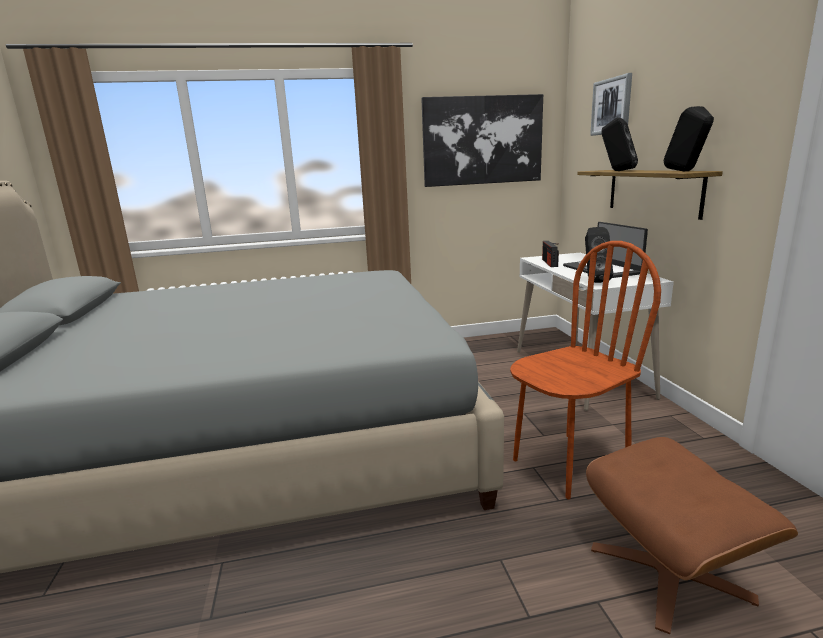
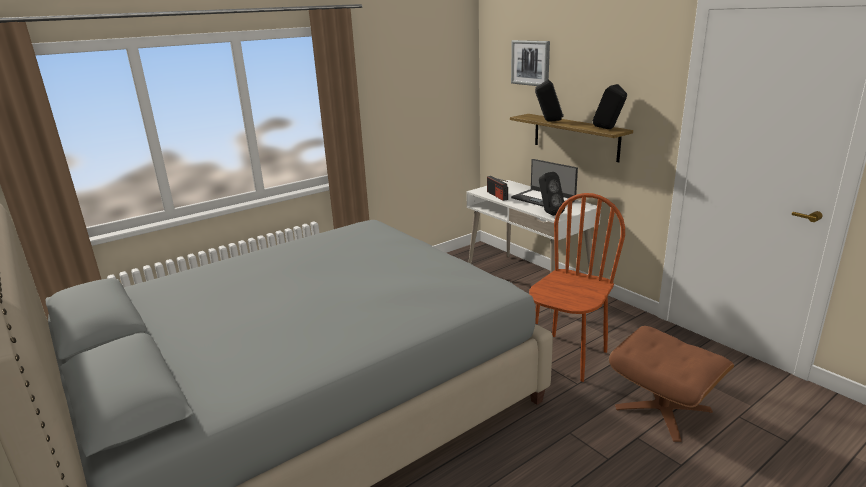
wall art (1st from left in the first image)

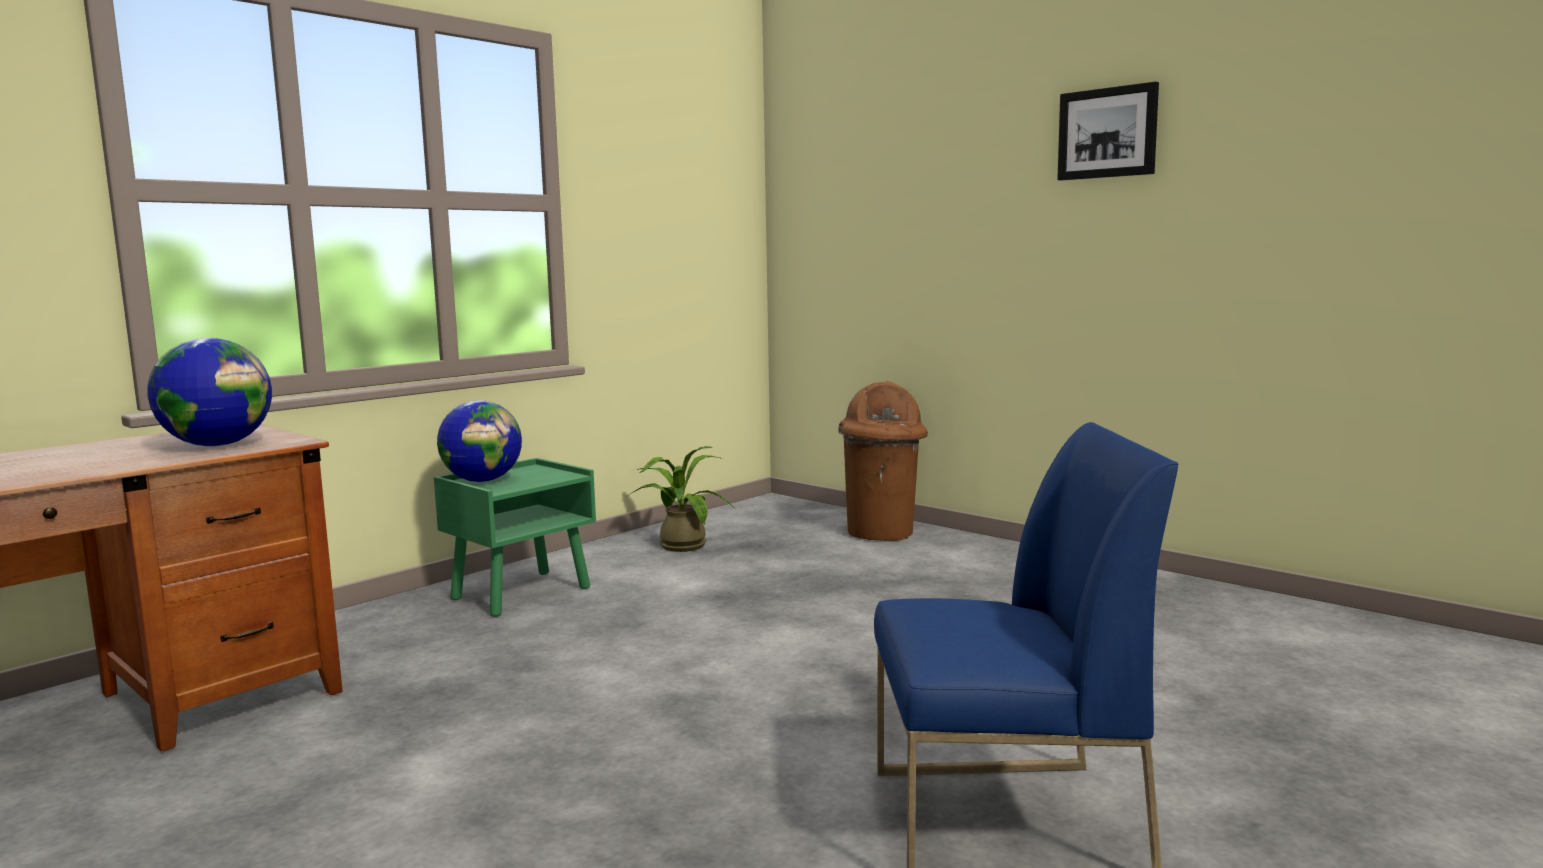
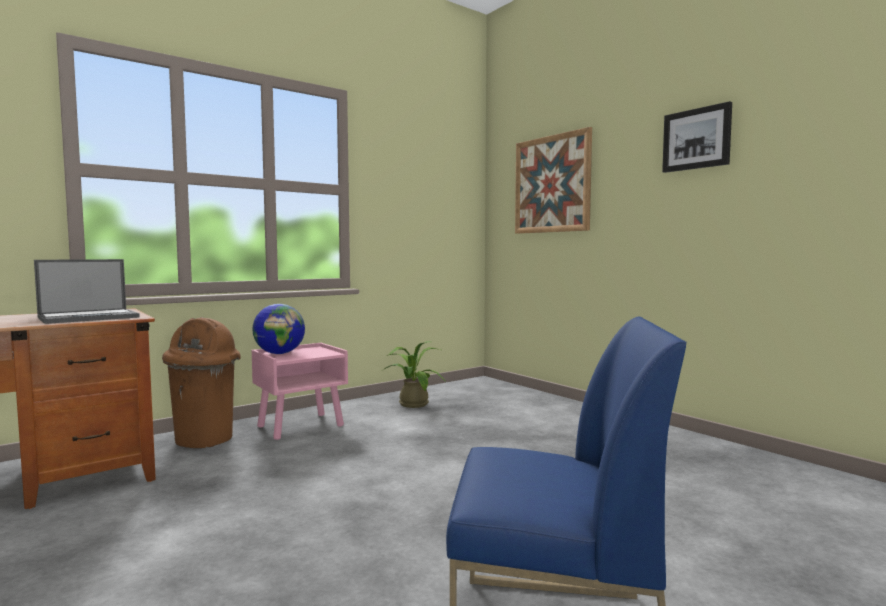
laptop; pink nightstand; brownish rubbish bin; wall art (1st from left)

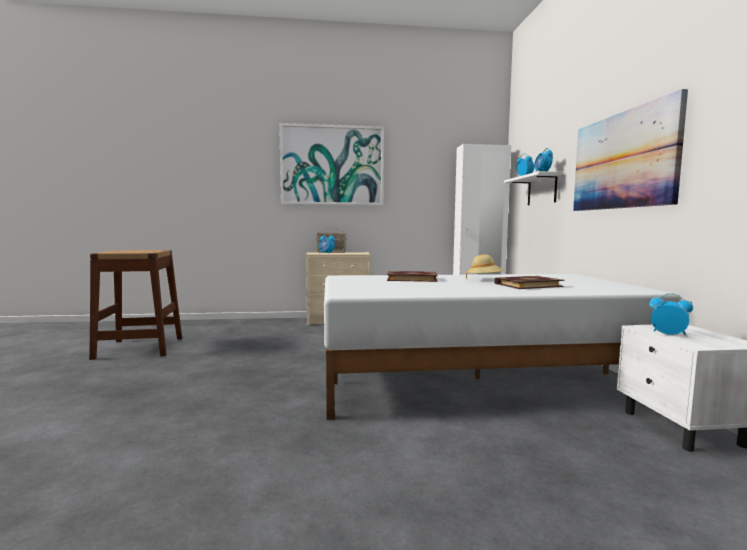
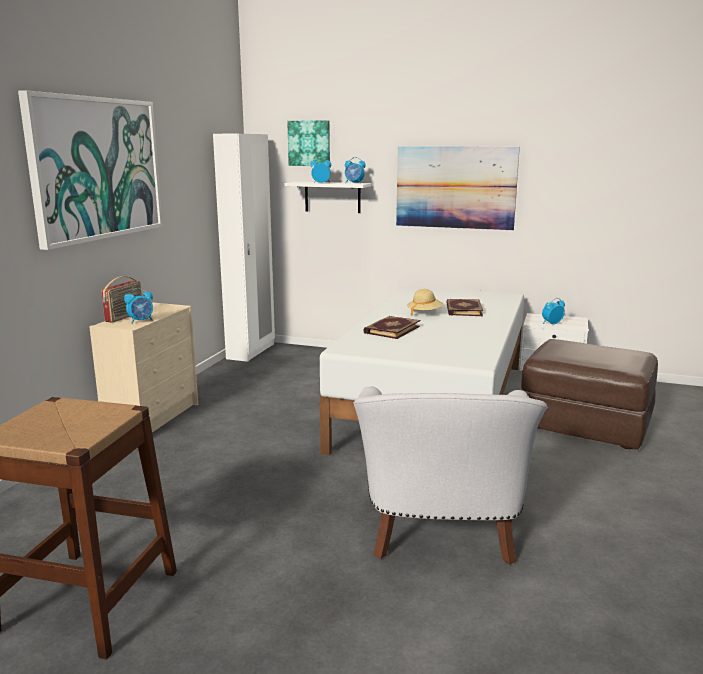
wall art (2nd from left); white armchair; brownish ottoman

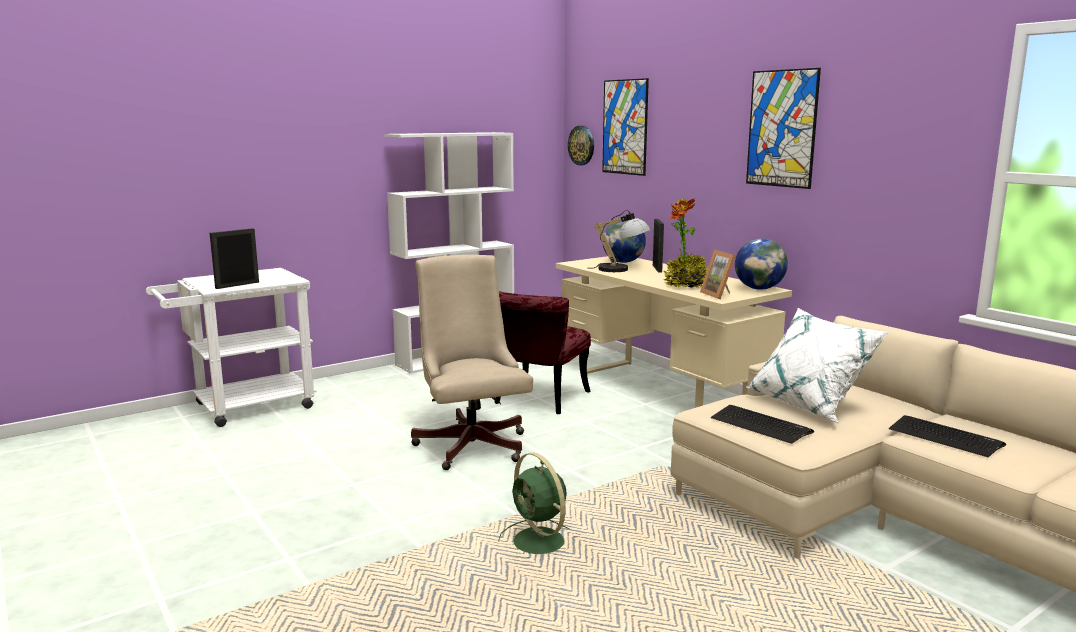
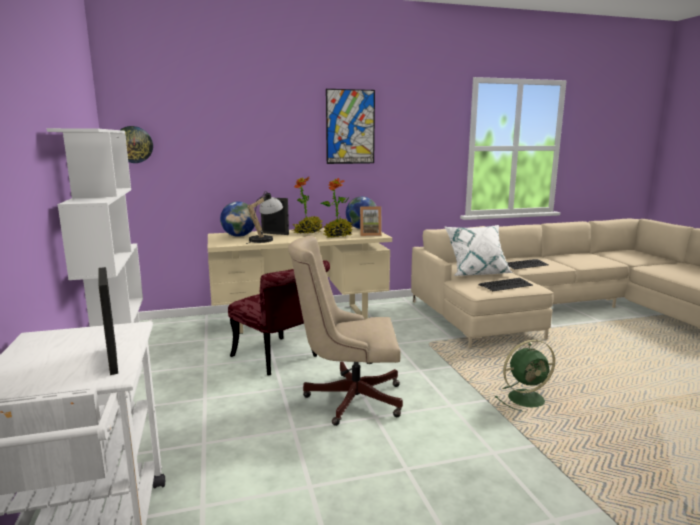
wall art (1st from left in the first image)

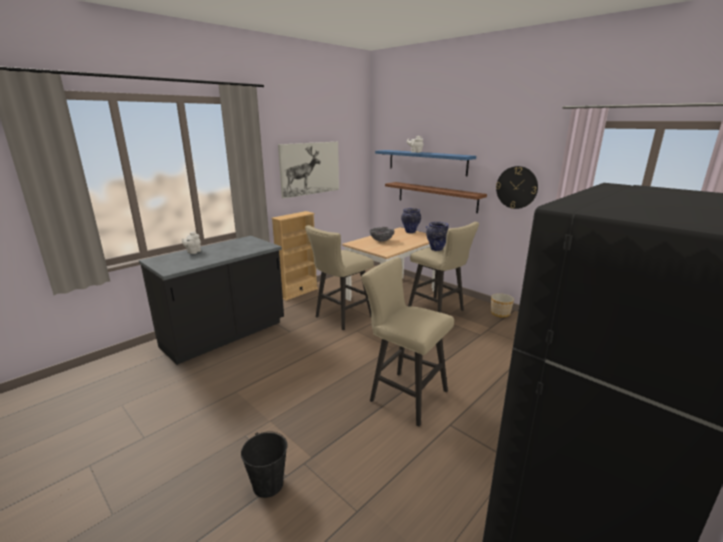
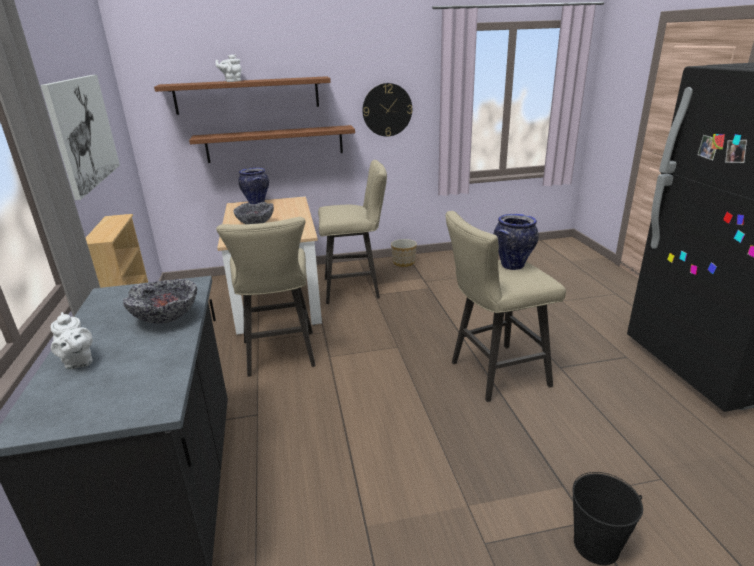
brownish shelf (1st from left); vase (2nd from left); bowl (1st from left)

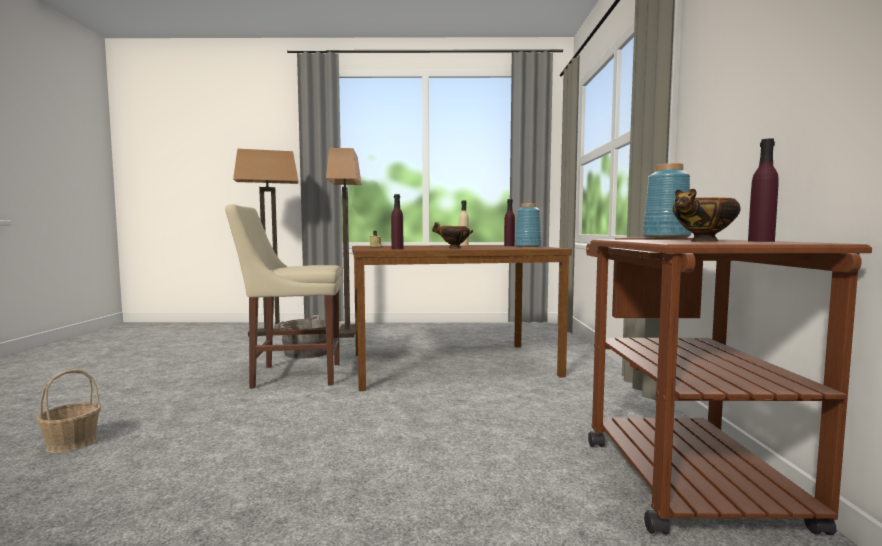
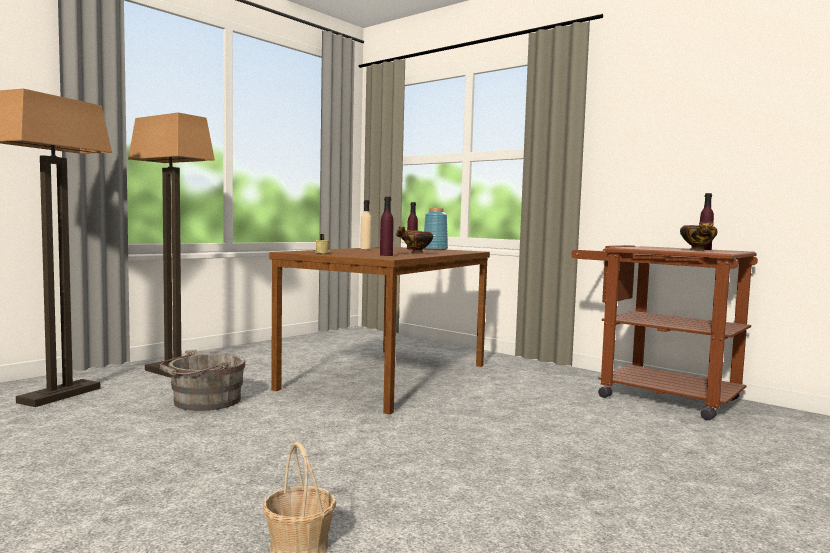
beige-coloured upright chair; blue-coloured vase (2nd from left in the first image)

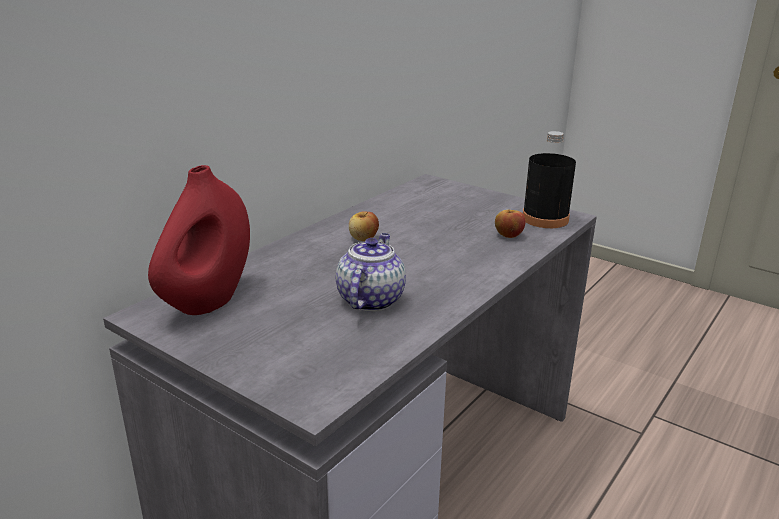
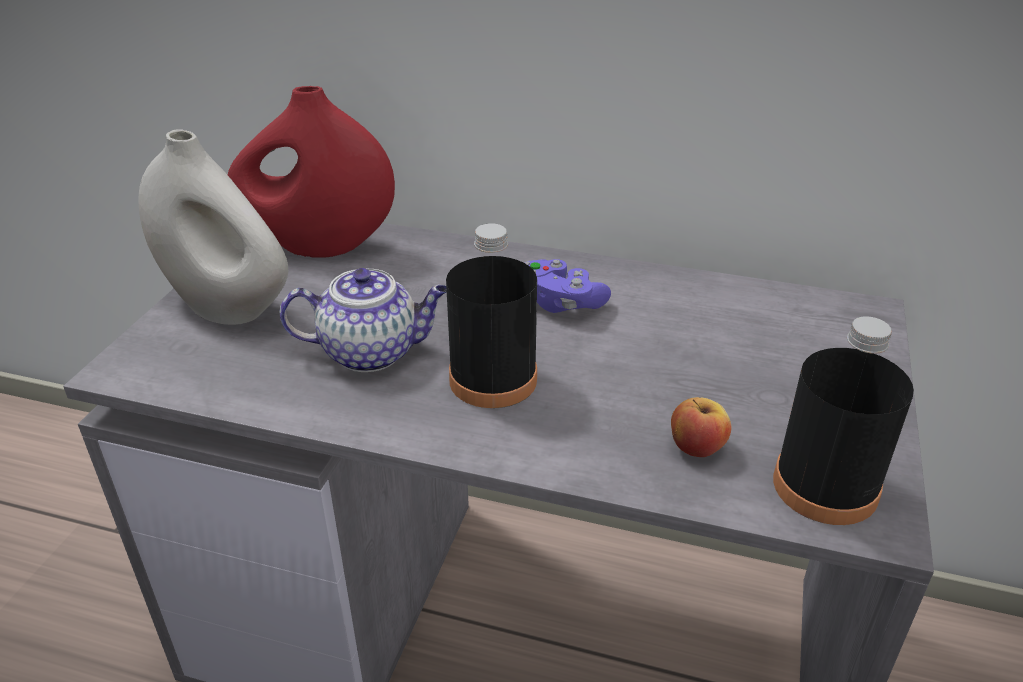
purplish game controller; white vase; black beverage bottle (1st from left)

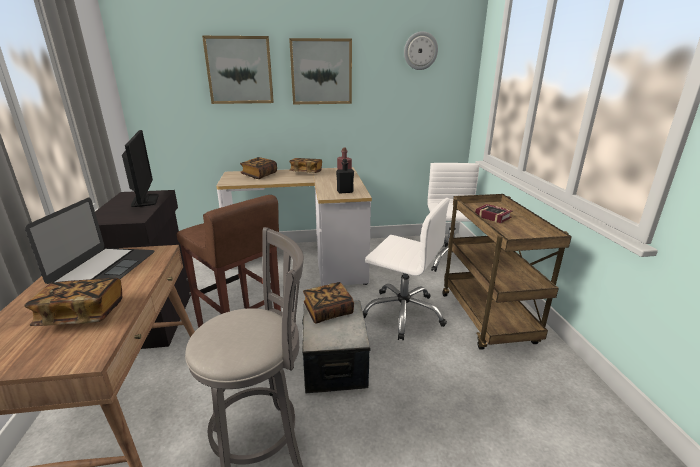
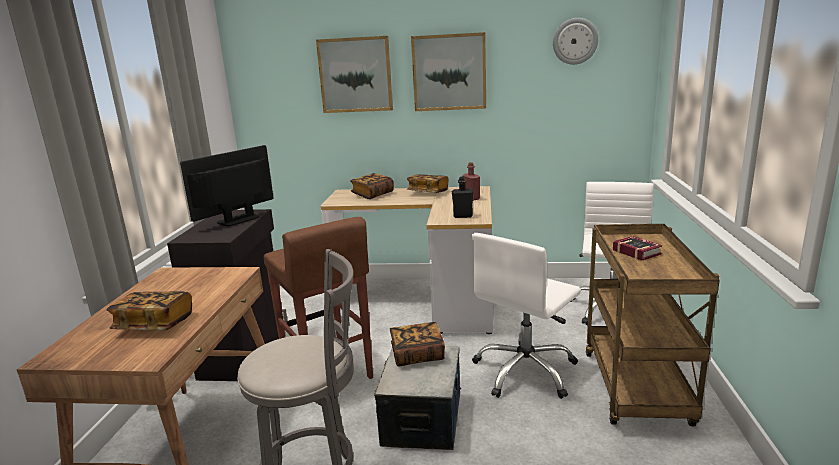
laptop; monitor; white office chair (1st from left)

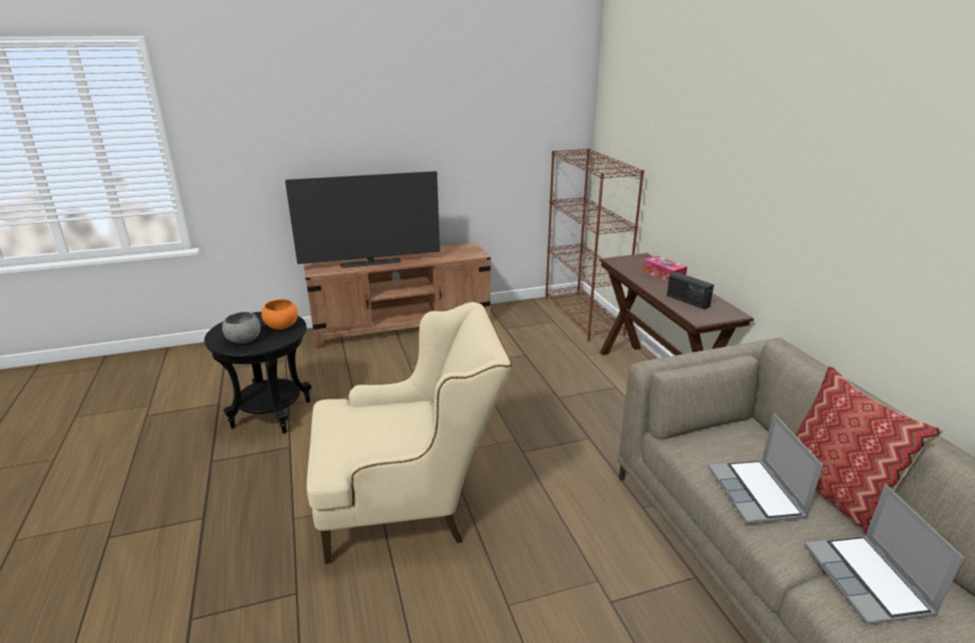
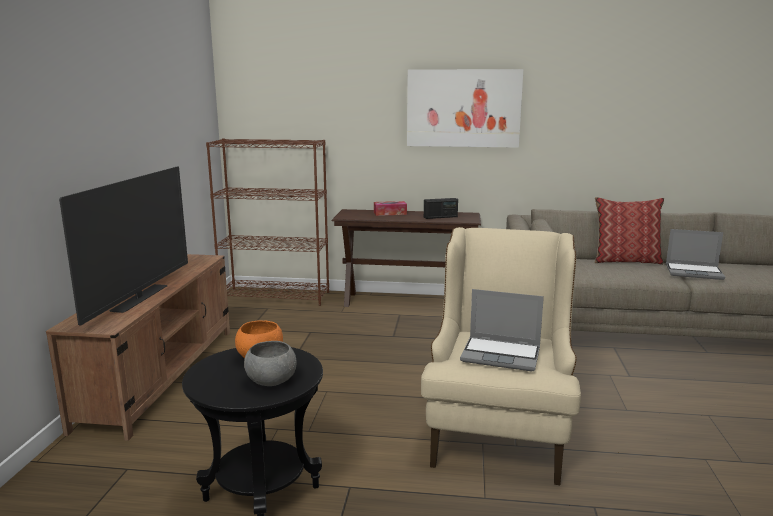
laptop (1st from left); wall art

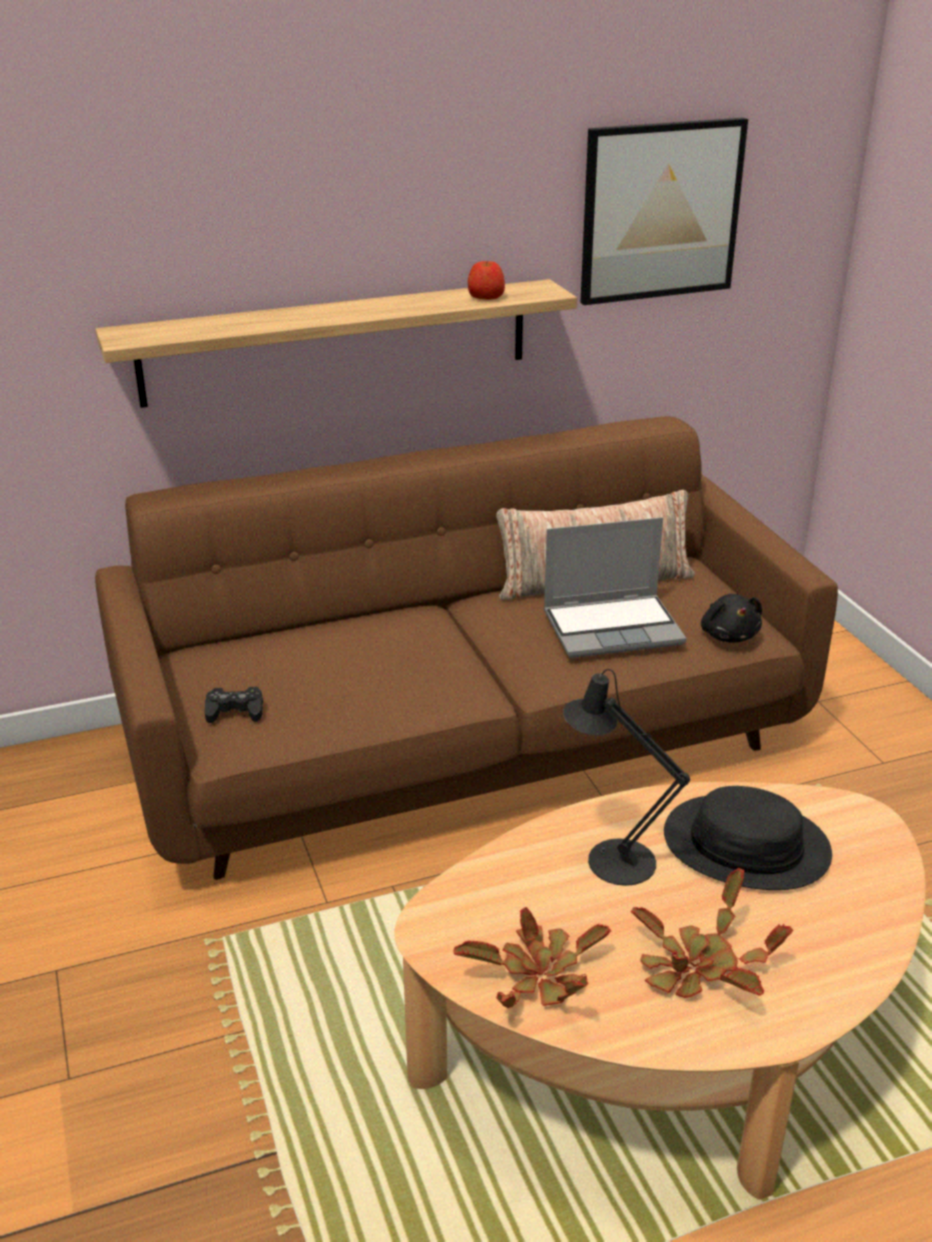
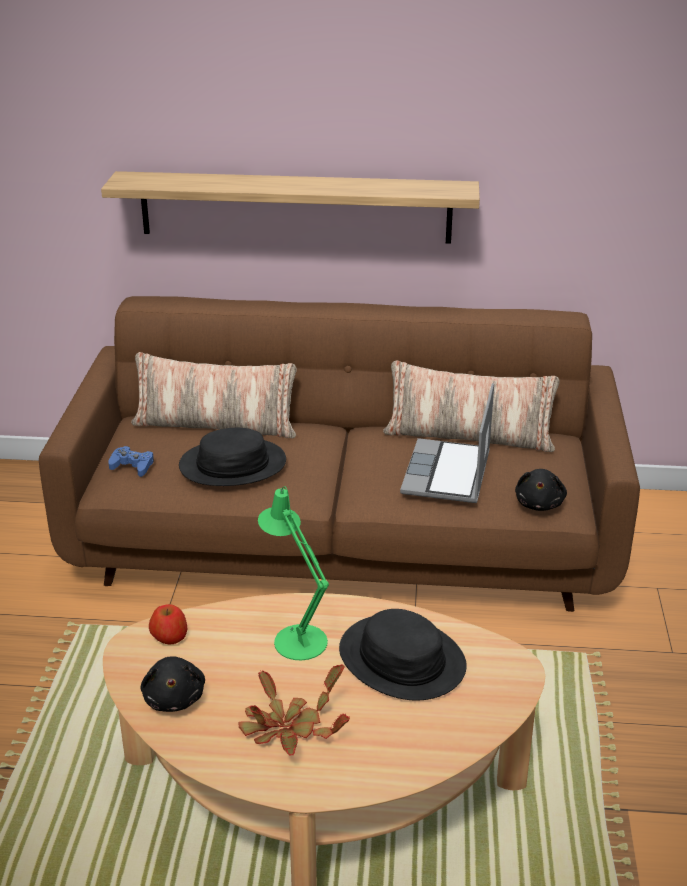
blue-coloured game controller; black cuddly toy (1st from left); apple fruit; laptop; green-coloured lamp for a table; wall art; cushion (1st from left); black wearable hat (1st from left)

